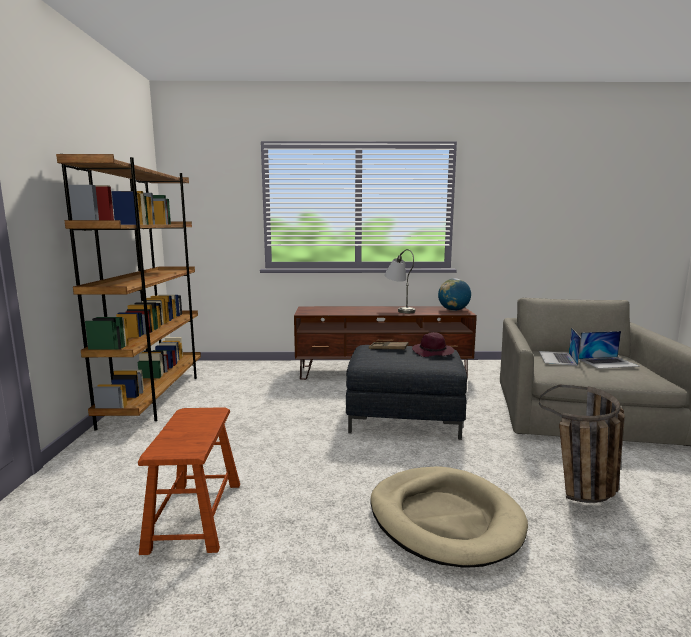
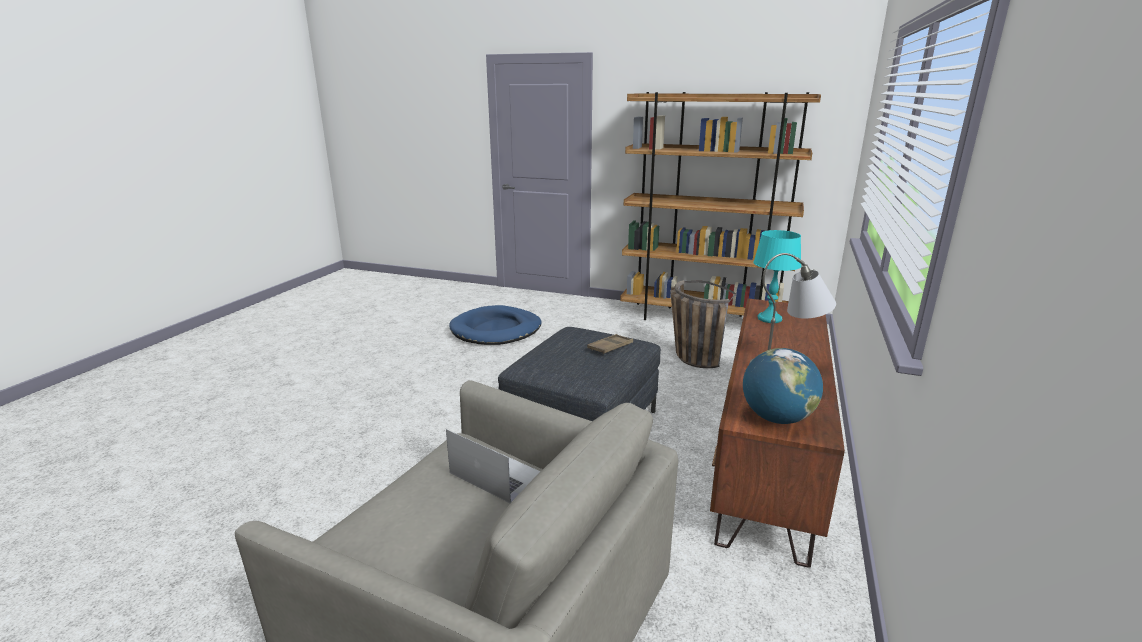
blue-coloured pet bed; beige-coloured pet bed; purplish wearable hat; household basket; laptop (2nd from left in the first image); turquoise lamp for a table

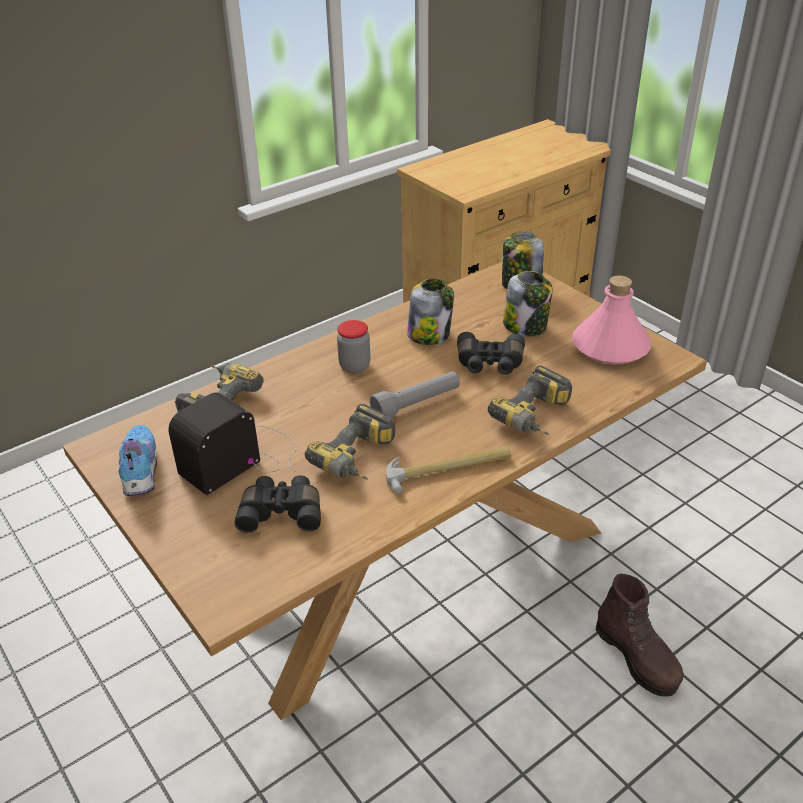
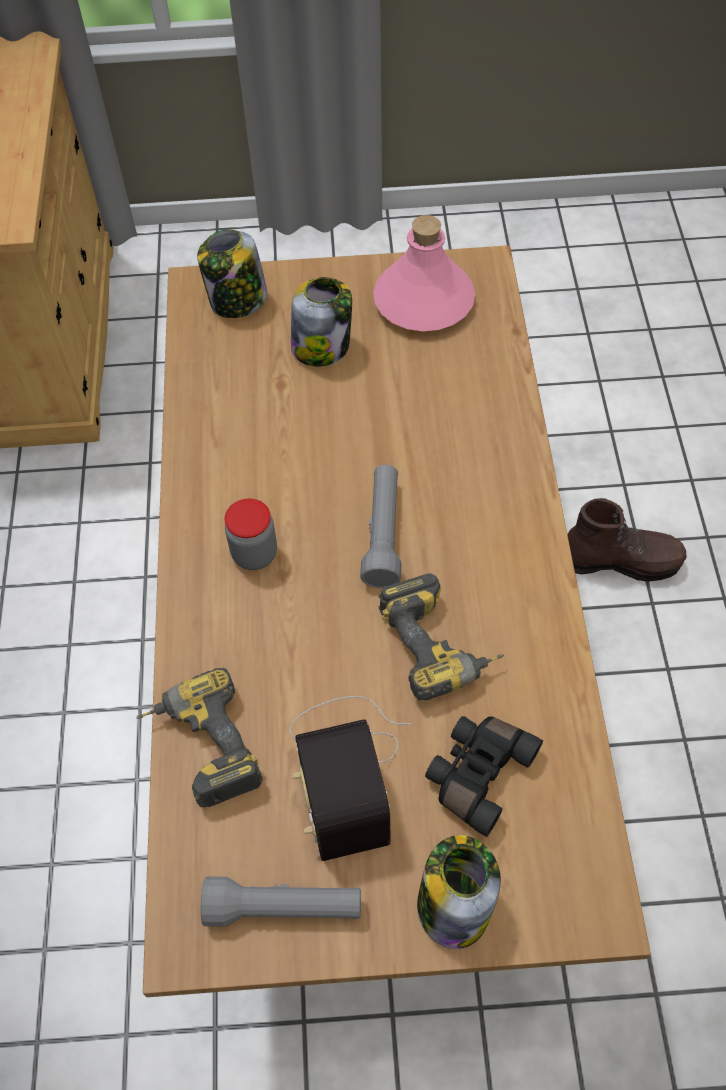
gray torch (1st from left); tool hammer; jar (4th from left); black pair of binoculars (2nd from left in the first image); drill (3rd from left in the first image)

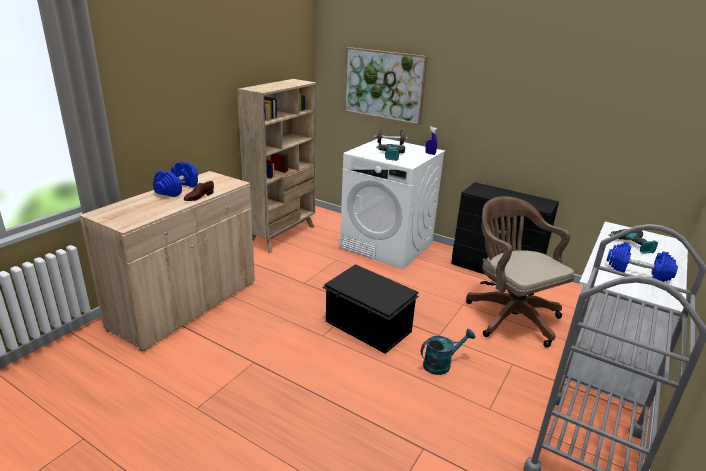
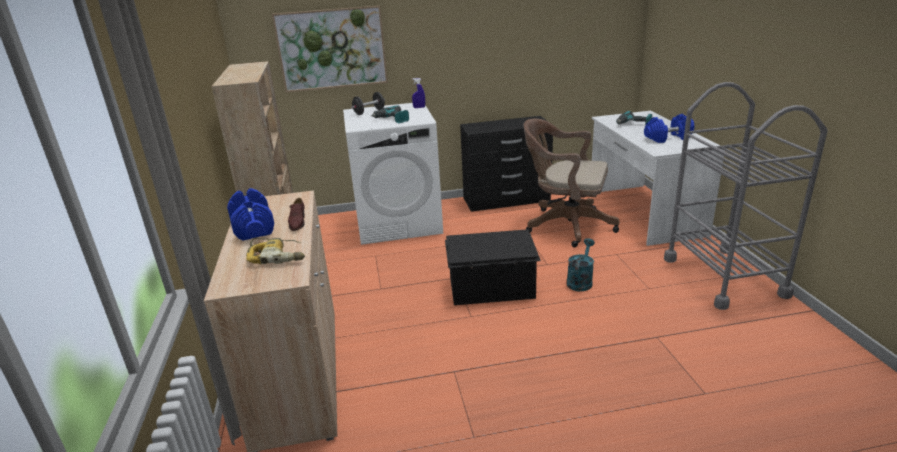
drill (1st from left)

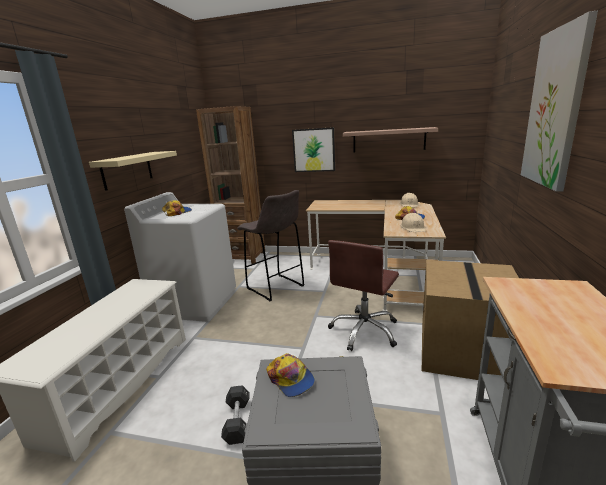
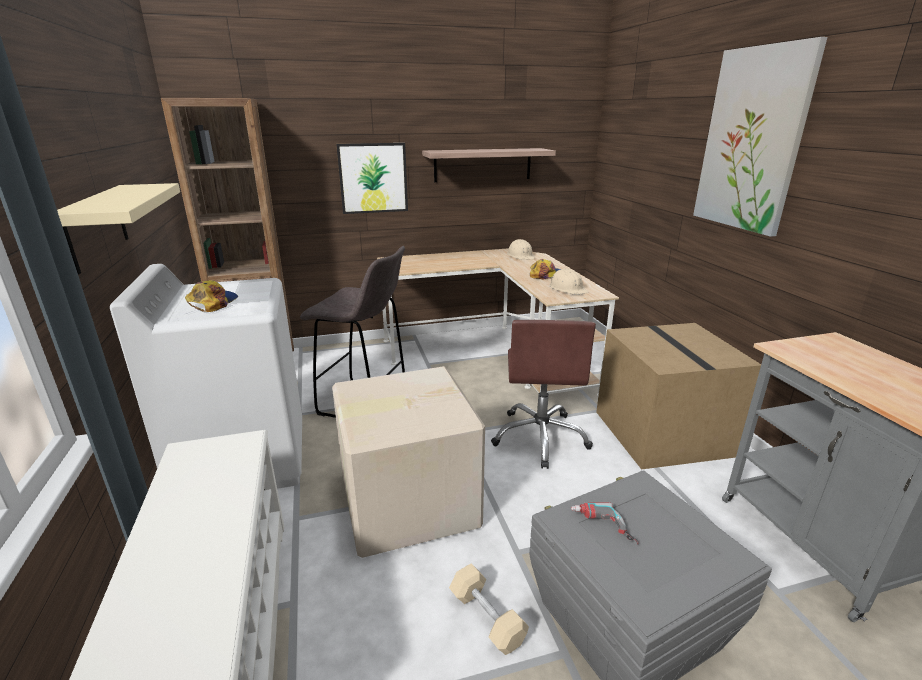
beige-coloured dumbbell; drill; carton (1st from left)

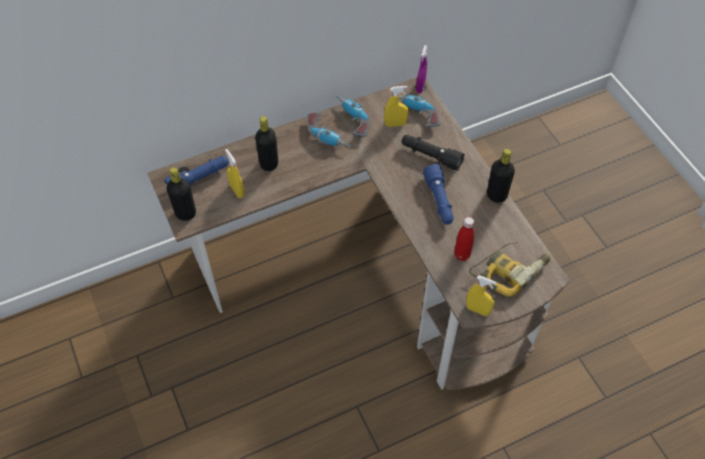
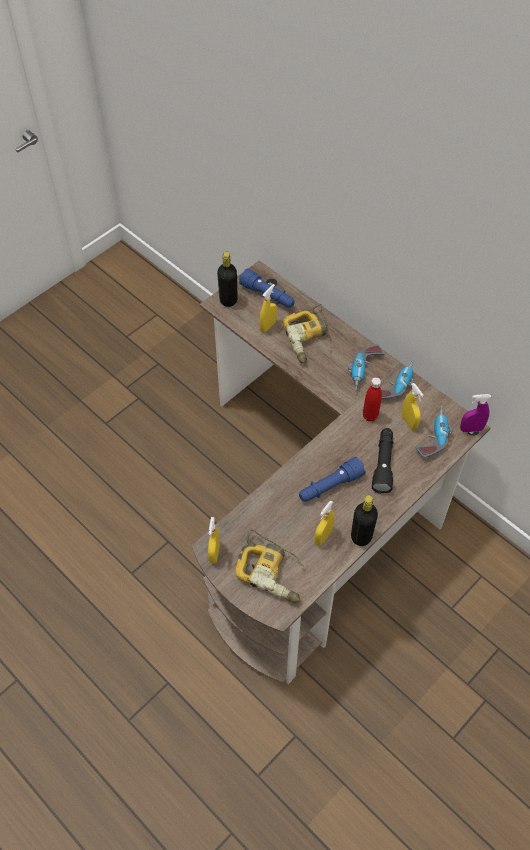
drill (2nd from left); red-coloured beverage bottle; yellowish sprayer (3rd from left)

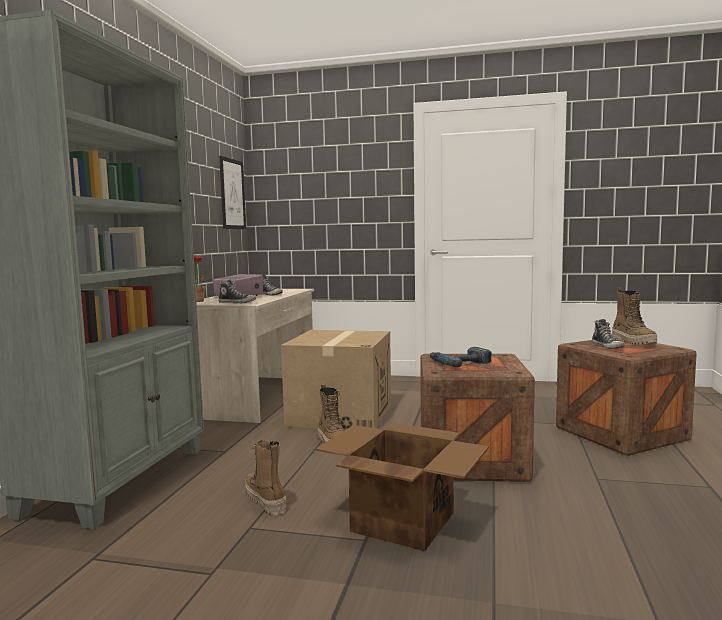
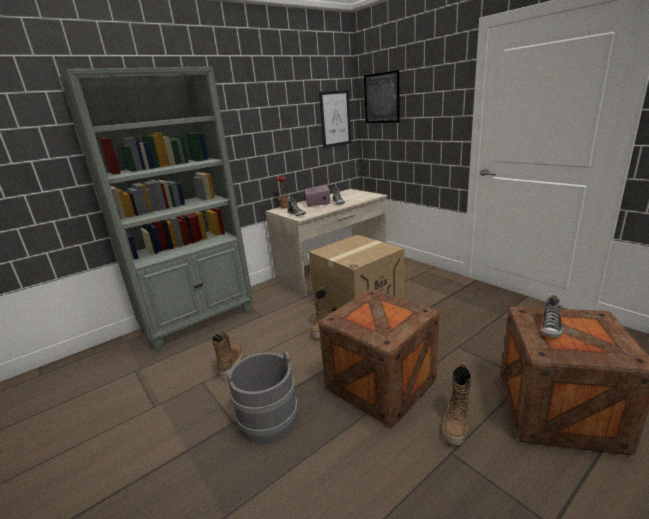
gray pail; drill; tall boot (3rd from left); wall art (2nd from left)

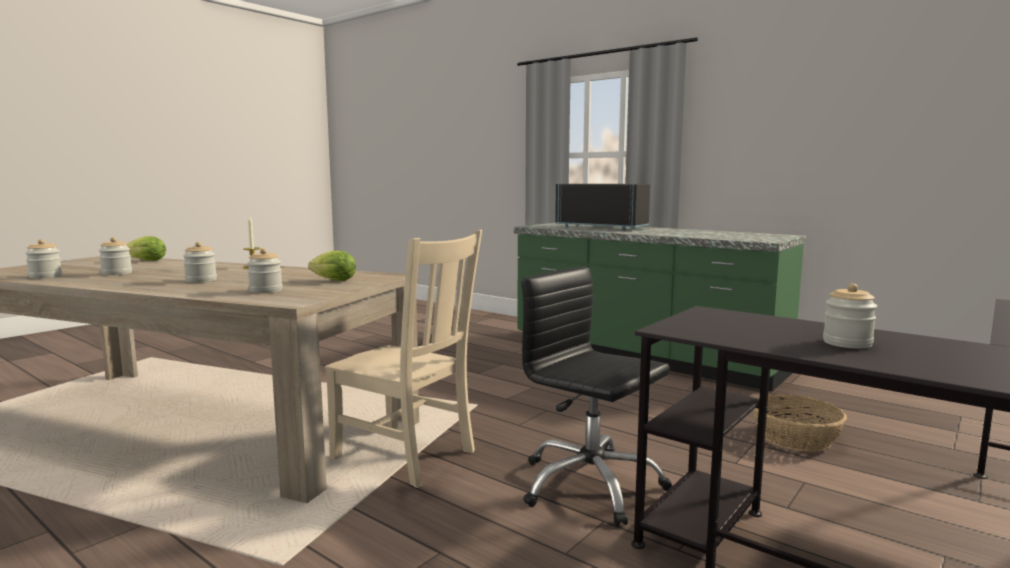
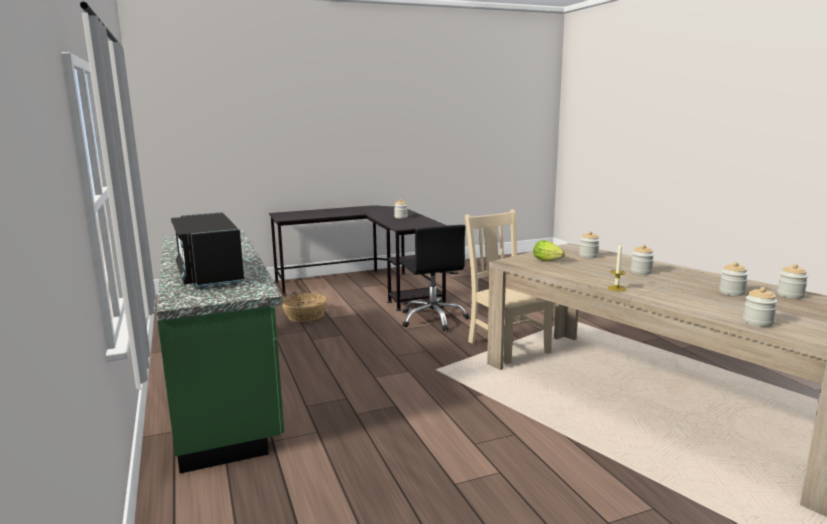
jar (5th from left)

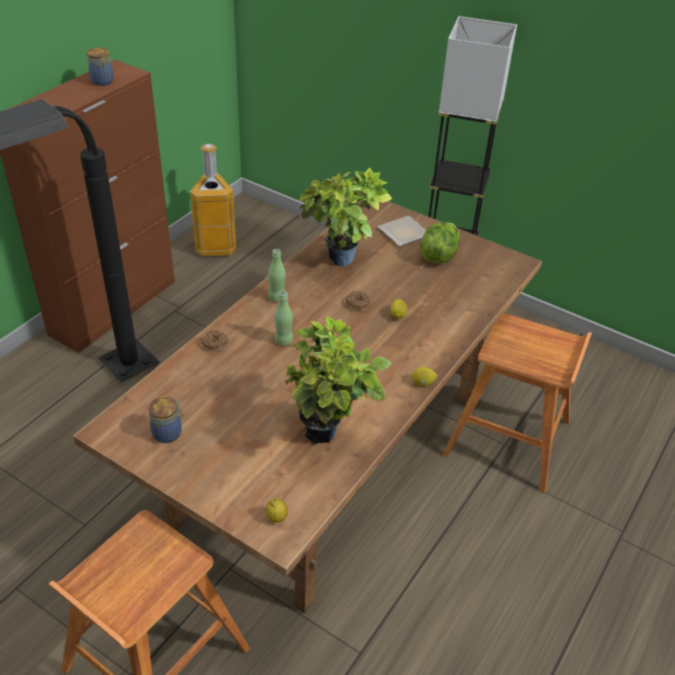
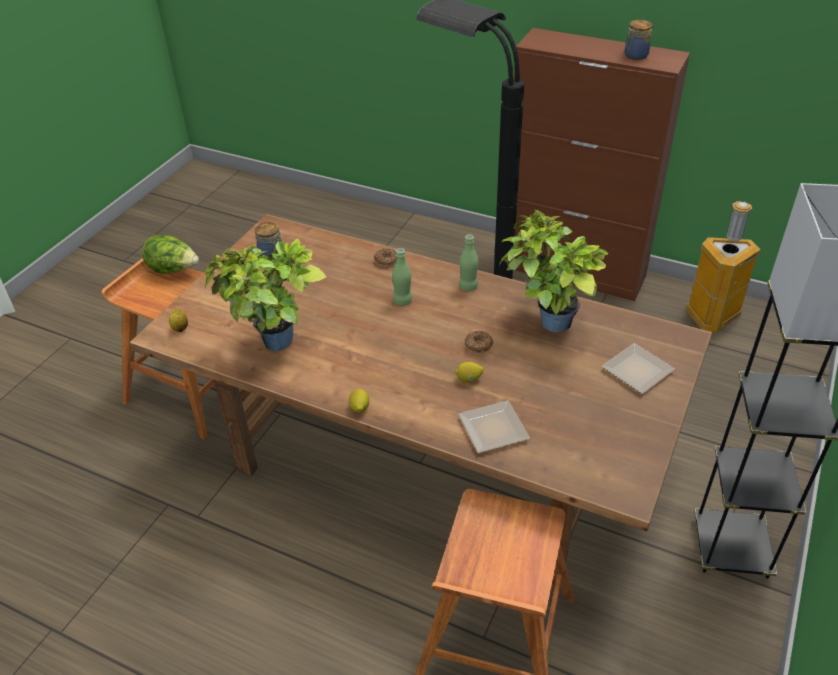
lettuce head; flat dish (1st from left)

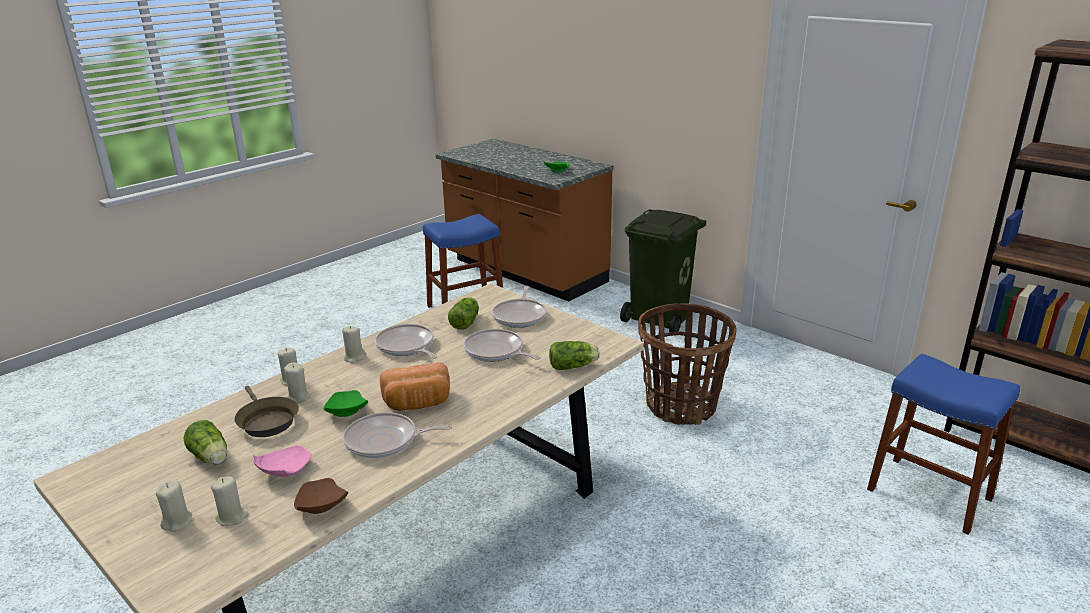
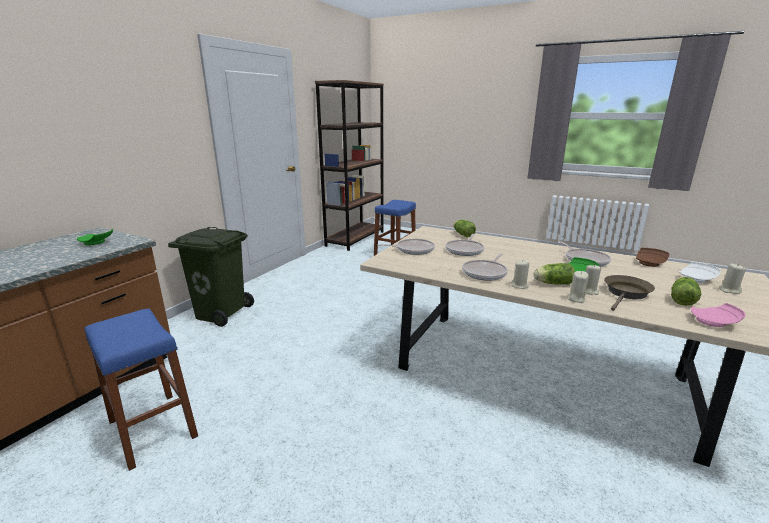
white flat dish; pink flat dish; bread; lettuce head (2nd from left); household basket

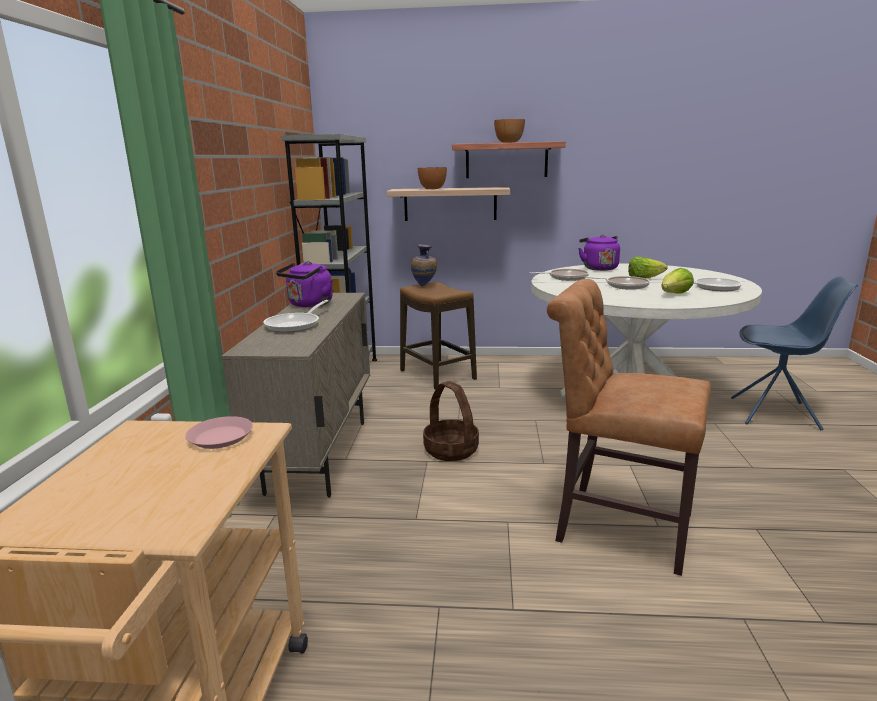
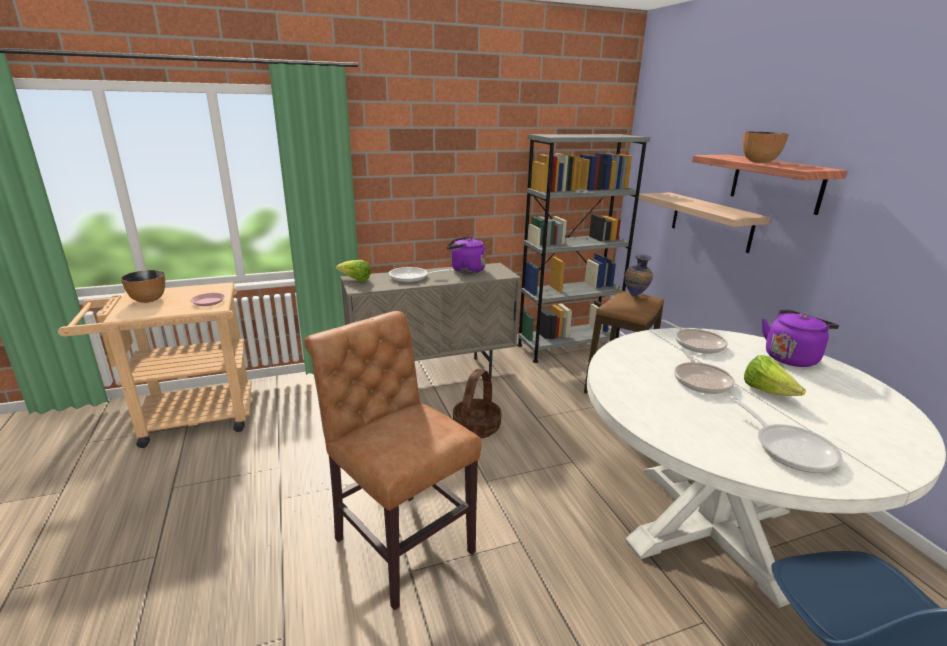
bowl (1st from left); brownish upright chair; lettuce head (1st from left)

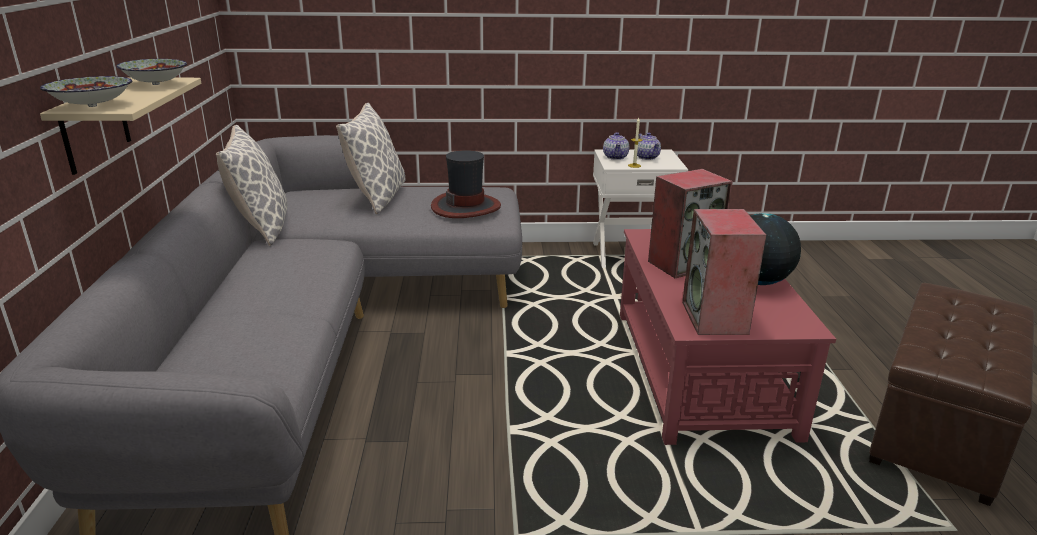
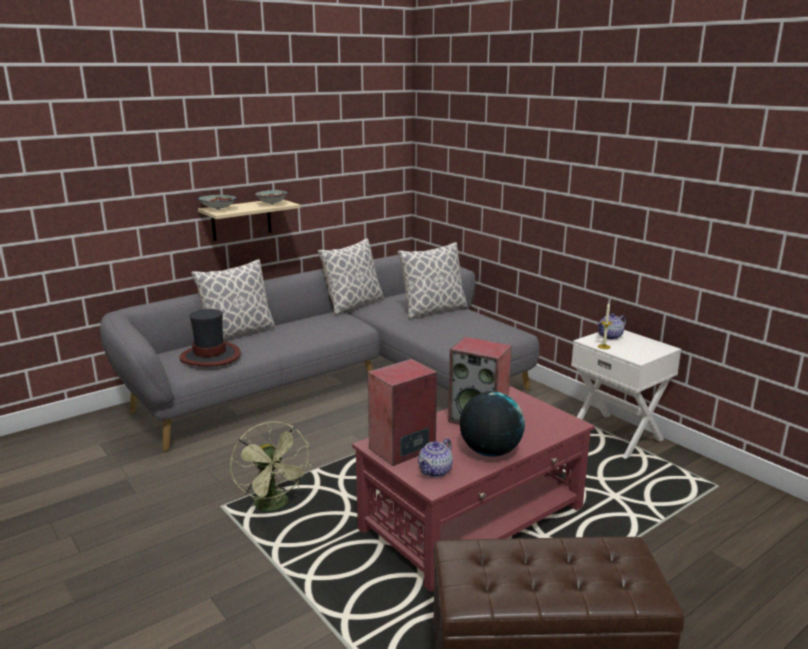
wearable hat; pot for tea (1st from left); cushion (1st from left); green-coloured cooling fan

